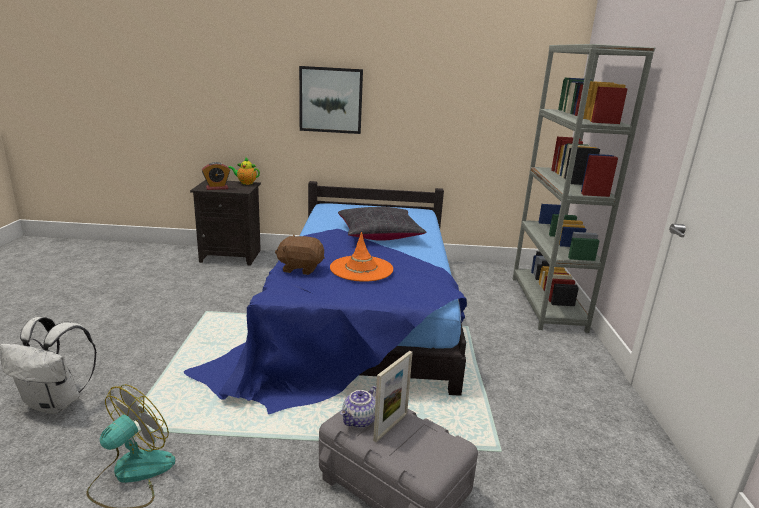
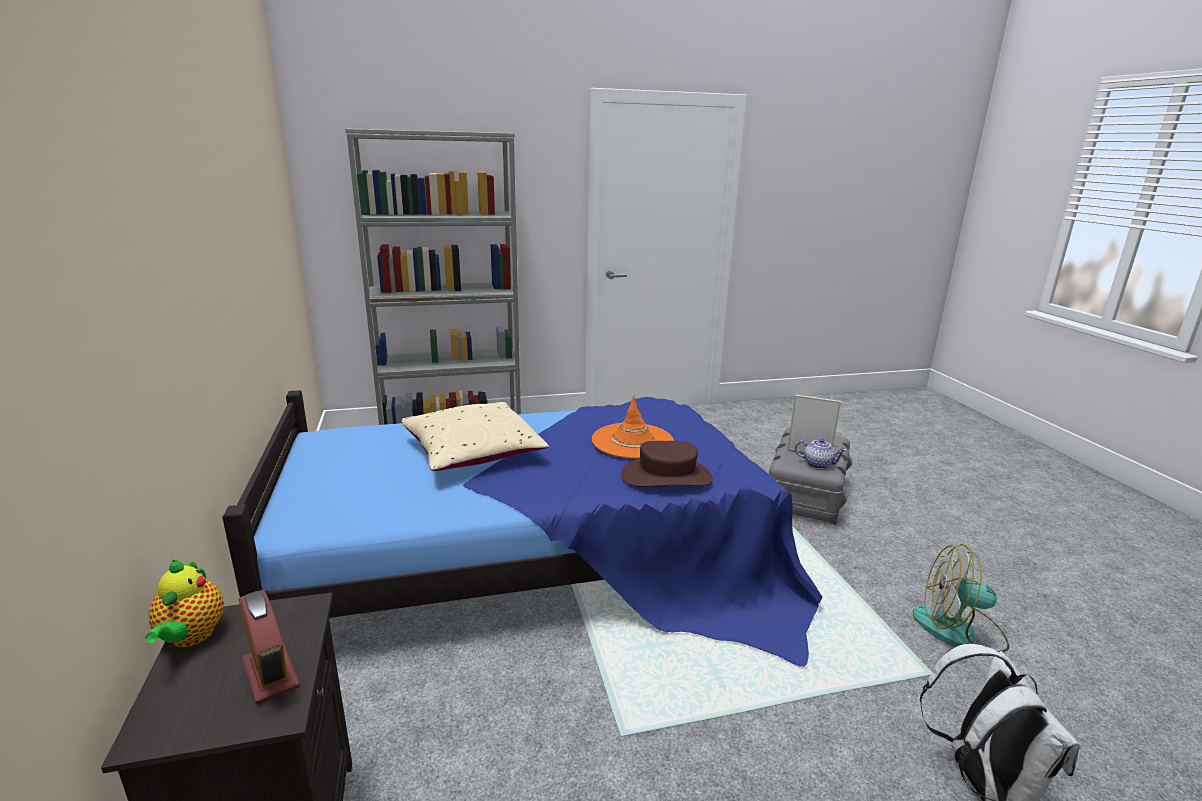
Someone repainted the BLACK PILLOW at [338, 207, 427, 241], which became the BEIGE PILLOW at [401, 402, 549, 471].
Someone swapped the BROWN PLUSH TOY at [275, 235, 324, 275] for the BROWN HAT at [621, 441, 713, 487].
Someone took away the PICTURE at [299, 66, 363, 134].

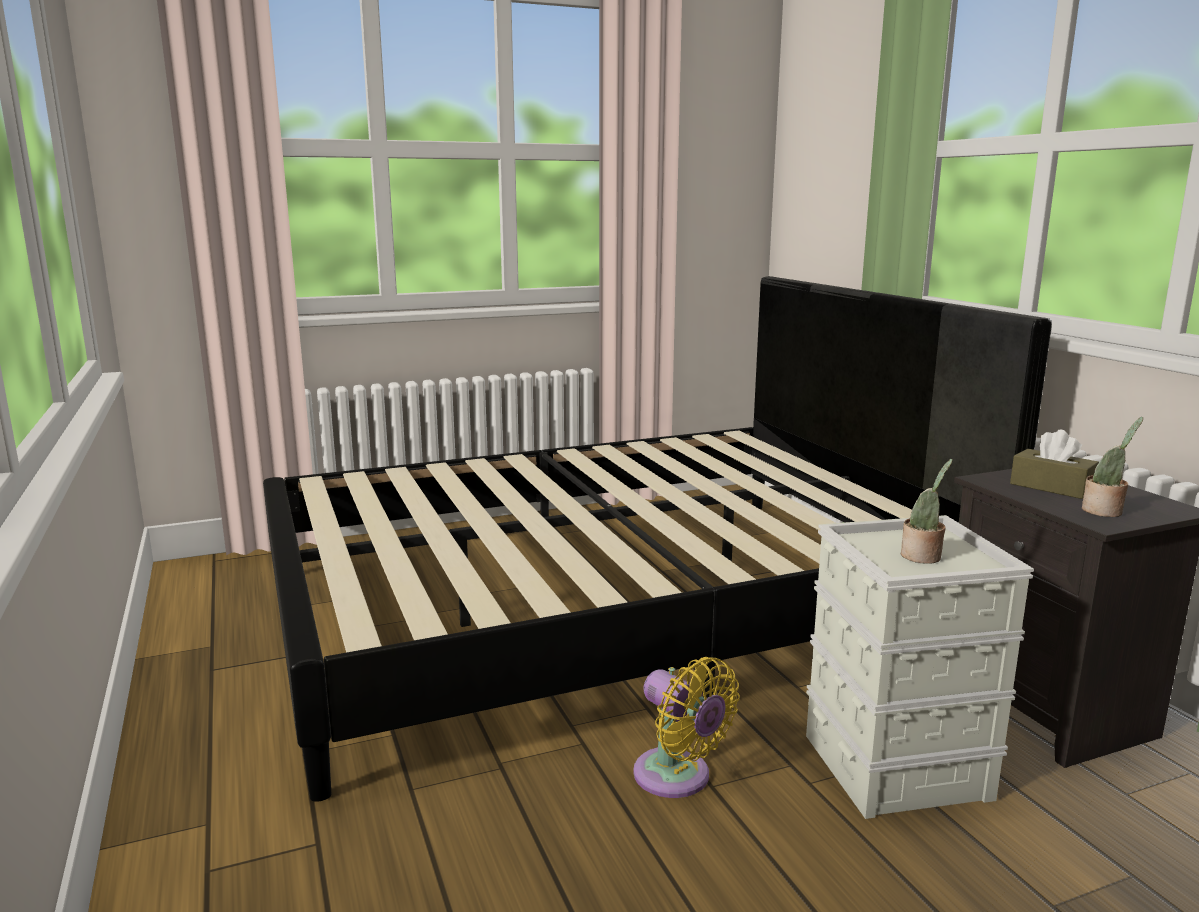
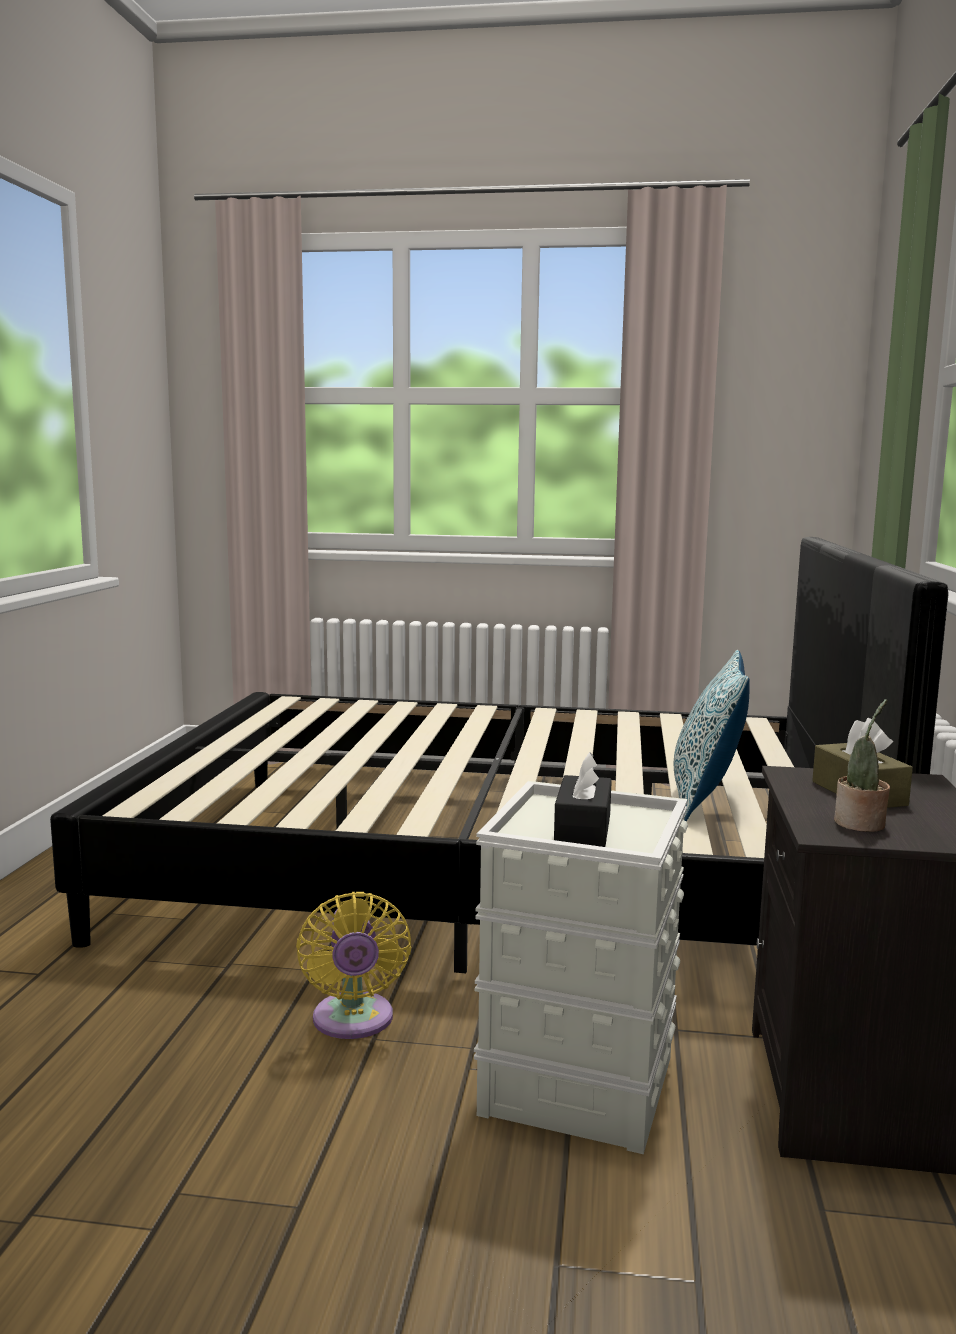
Someone swapped the POTTED PLANT at [901, 459, 953, 564] for the BLACK TISSUE BOX at [554, 752, 612, 847].
Someone put down the PILLOW at [674, 650, 750, 822].

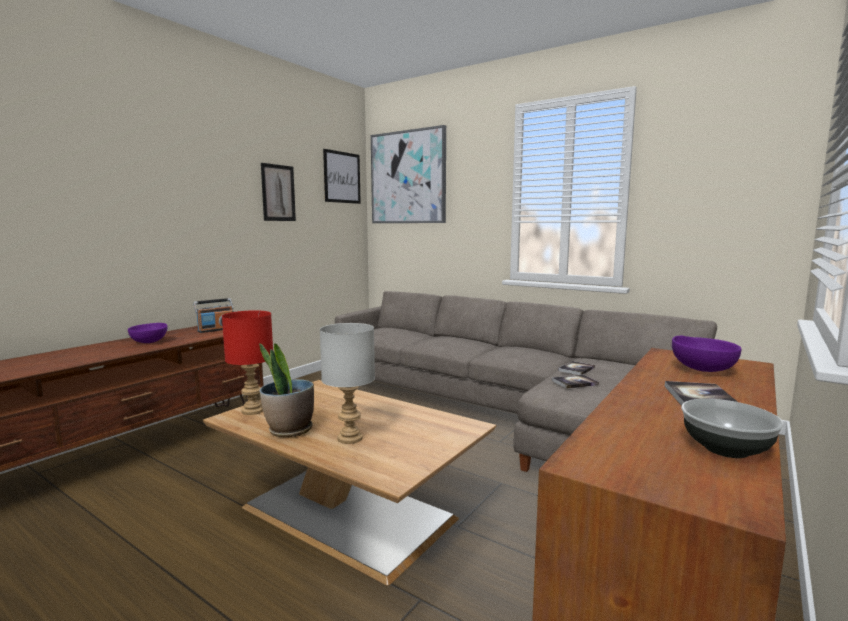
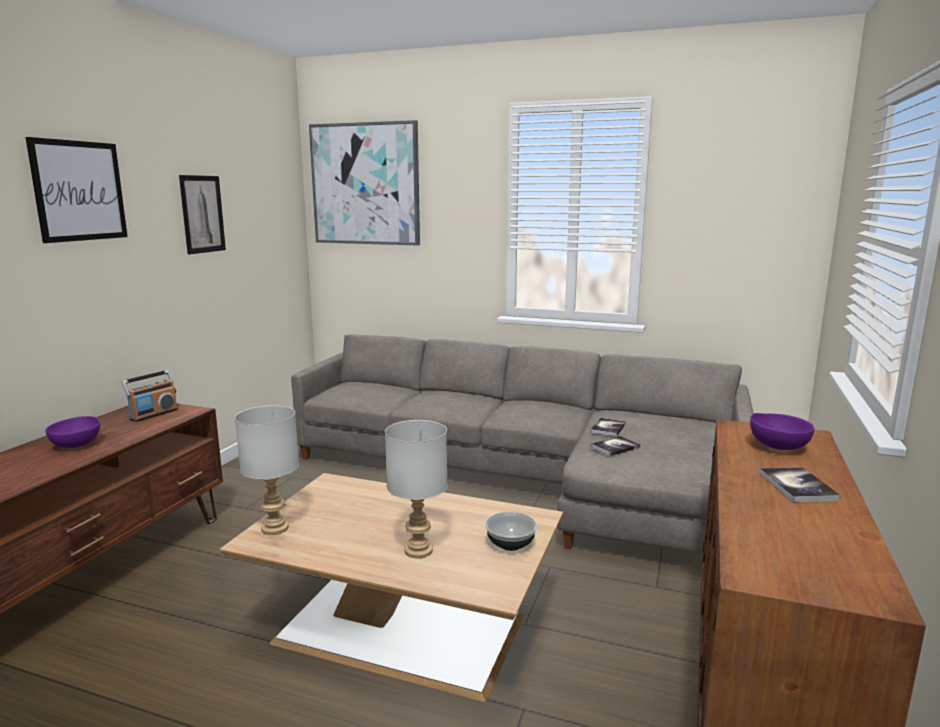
Someone carried the PICTURE from [323, 149, 361, 204] to [26, 137, 128, 243].
Someone repainted the RED TABLE LAMP at [222, 310, 273, 415], which became the GREY TABLE LAMP at [235, 405, 299, 535].
Someone carried the BOWL from [681, 399, 784, 458] to [485, 512, 537, 551].
Someone took away the POTTED PLANT at [259, 343, 314, 438].

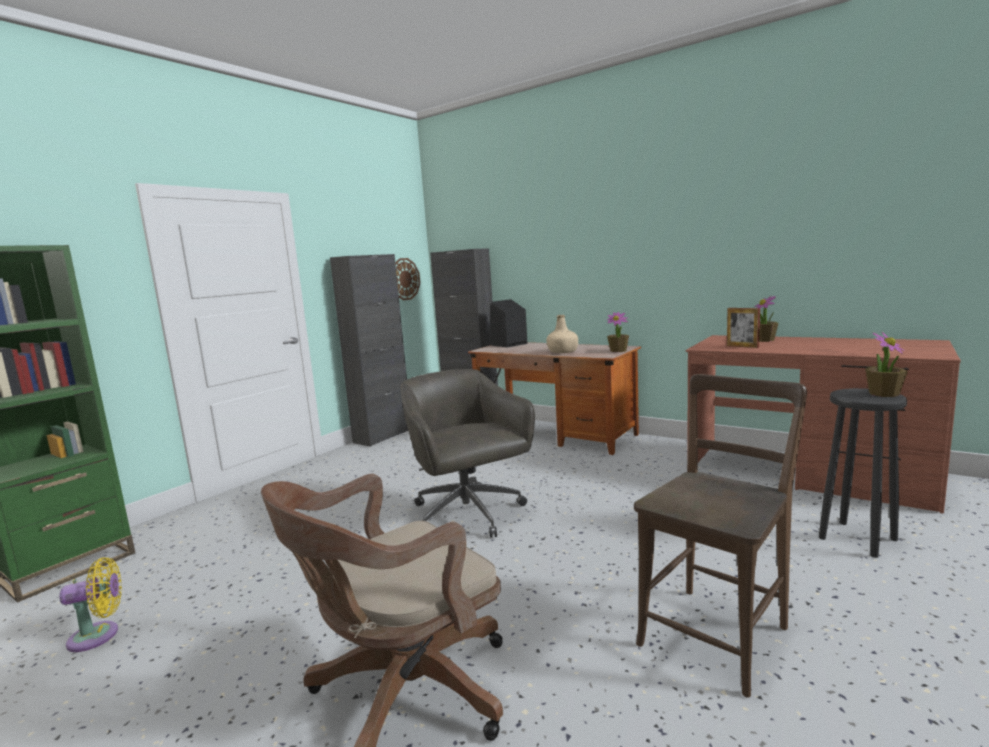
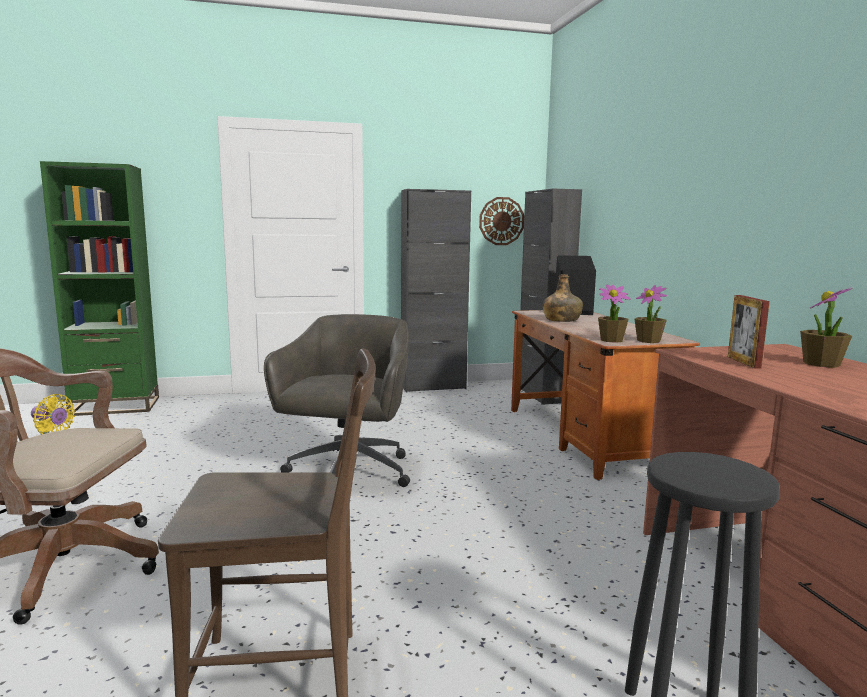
Someone put down the GREEN BOTTLE at [543, 274, 583, 322].
Someone carried the POTTED PLANT from [865, 332, 908, 397] to [598, 284, 631, 343].
Someone took away the BEIGE BOTTLE at [546, 315, 578, 353].

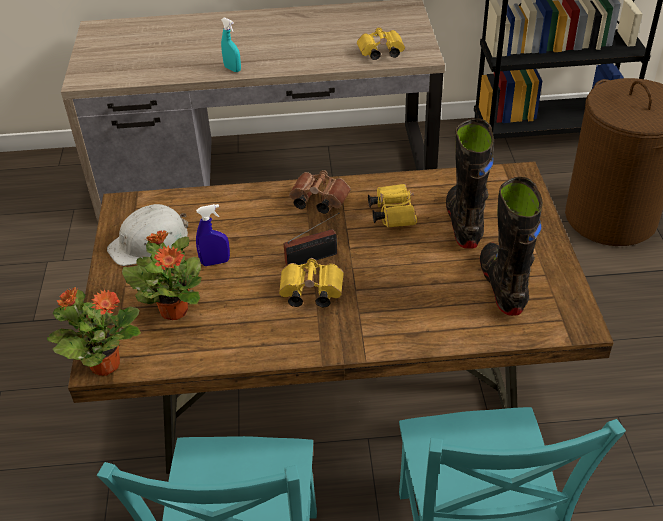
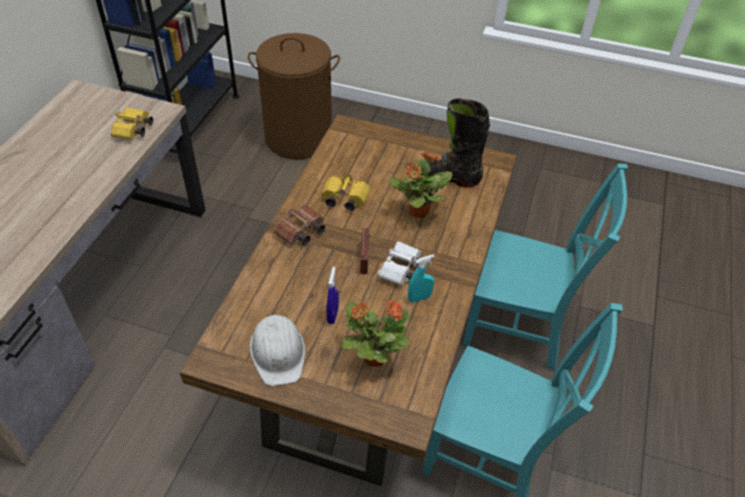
Someone repainted the YELLOW BINOCULARS at [279, 258, 344, 307], which became the WHITE BINOCULARS at [378, 241, 421, 285].
Someone carried the POTTED PLANT from [47, 287, 141, 376] to [389, 151, 452, 218].
Someone carried the TURQUOISE SPRAY BOTTLE from [221, 17, 241, 72] to [408, 254, 435, 303].
Someone took away the BLACK BOOT at [446, 118, 494, 249].

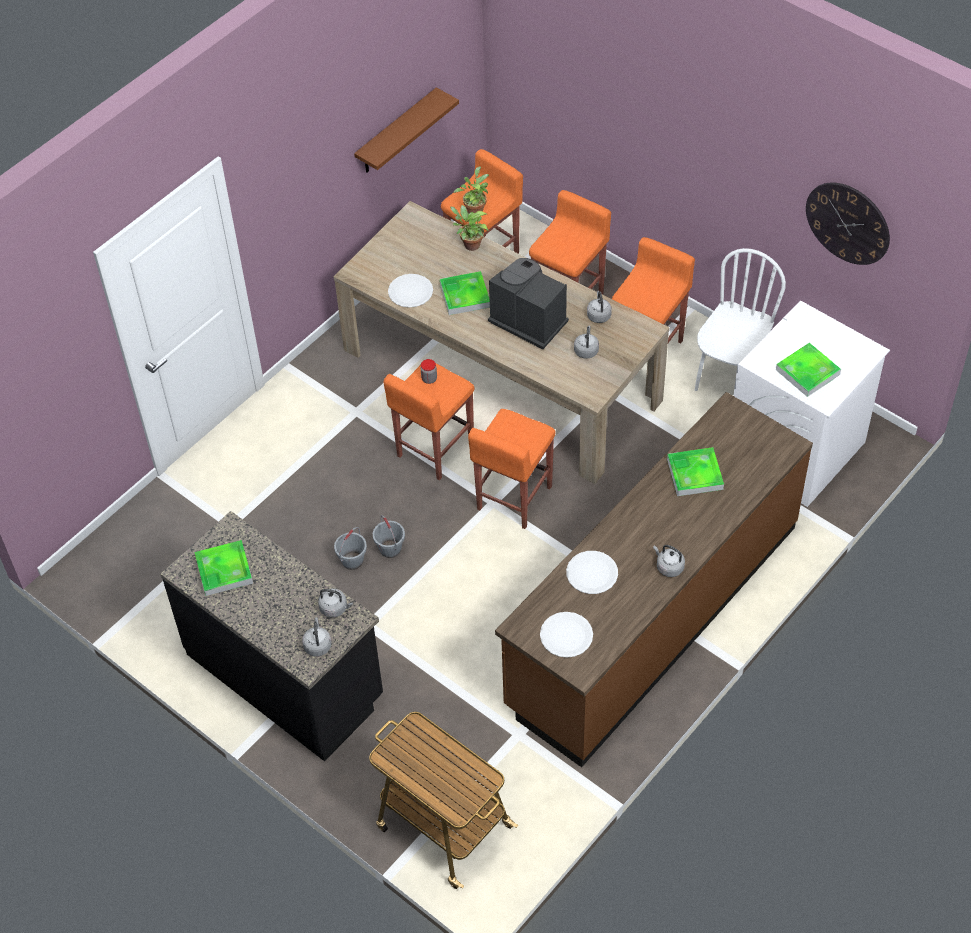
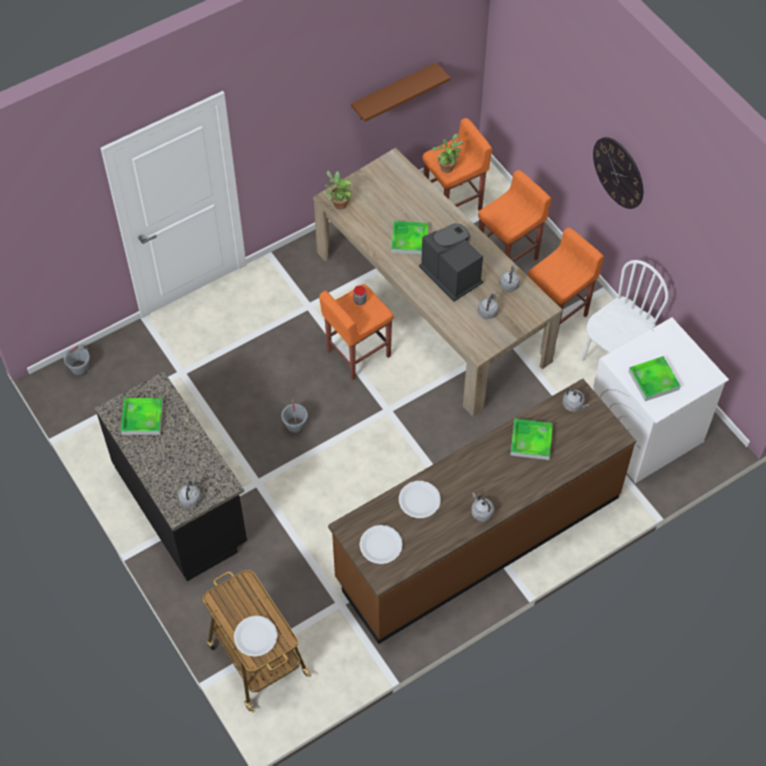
Someone carried the GREY BUCKET from [334, 527, 367, 570] to [64, 345, 90, 376].
Someone carried the WHITE PLATE from [388, 274, 433, 308] to [234, 616, 278, 657].
Someone carried the POTTED PLANT from [450, 205, 489, 251] to [324, 170, 353, 210].
Someone carried the GREY KETTLE from [318, 589, 353, 618] to [562, 389, 589, 412].
Someone carried the WALL CLOCK from [806, 182, 890, 265] to [593, 137, 643, 209].
Someone took away the ORANGE STOOL at [468, 409, 556, 529].

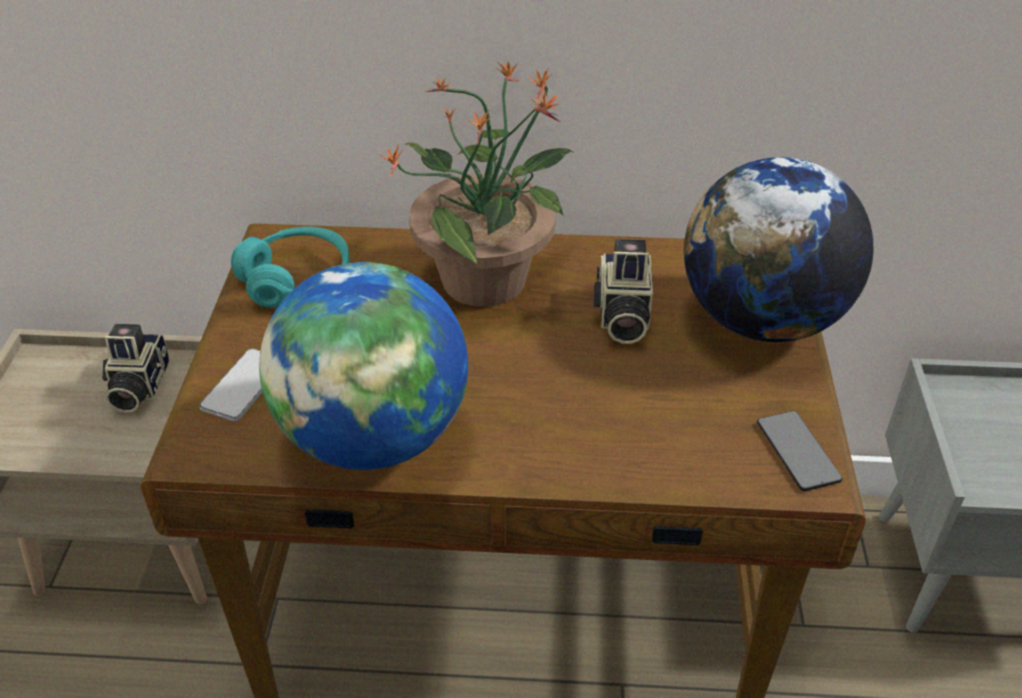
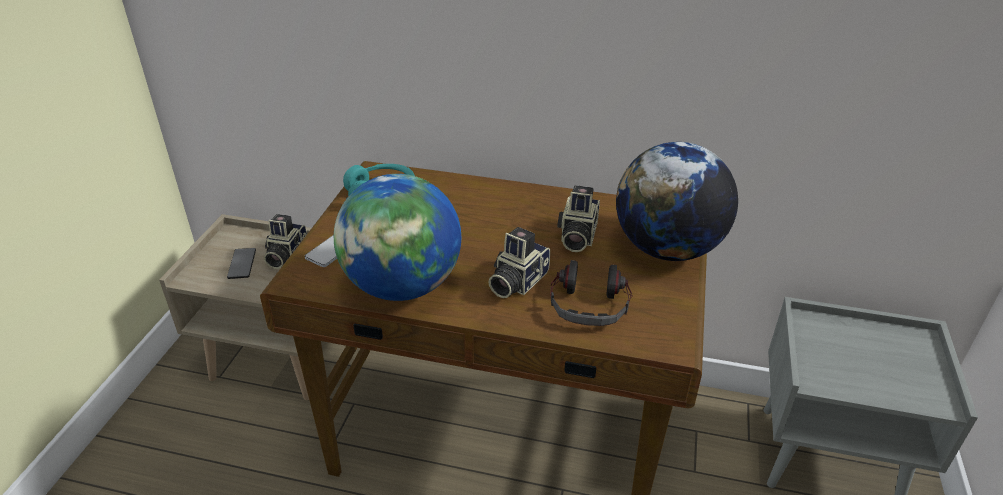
Someone carried the PHONE from [757, 411, 842, 491] to [227, 248, 256, 279].
Someone put down the PHOTO CAMERA at [488, 227, 550, 298].
Someone put down the HEADPHONES at [550, 260, 633, 326].
Someone took away the POTTED PLANT at [378, 61, 575, 307].

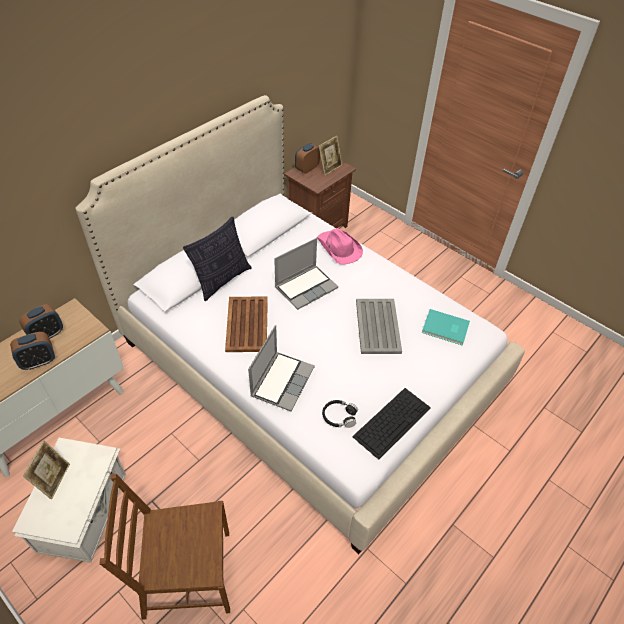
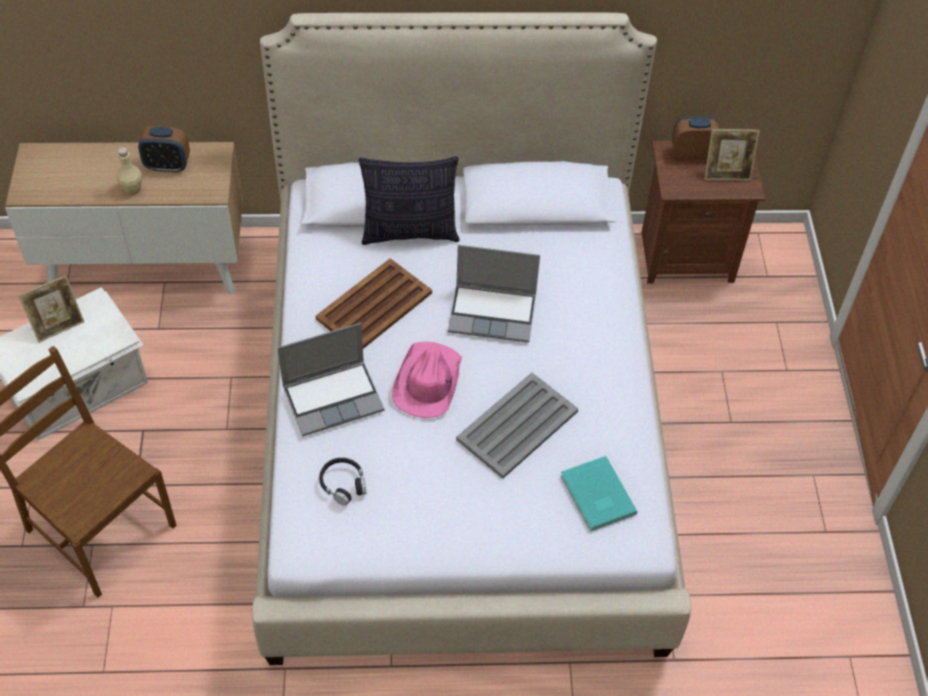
Someone swapped the ALARM CLOCK at [10, 332, 55, 370] for the BEIGE BOTTLE at [116, 147, 142, 195].
Someone carried the PINK HAT from [317, 228, 363, 265] to [392, 341, 462, 418].
Someone took away the KEYBOARD at [352, 388, 431, 460].

